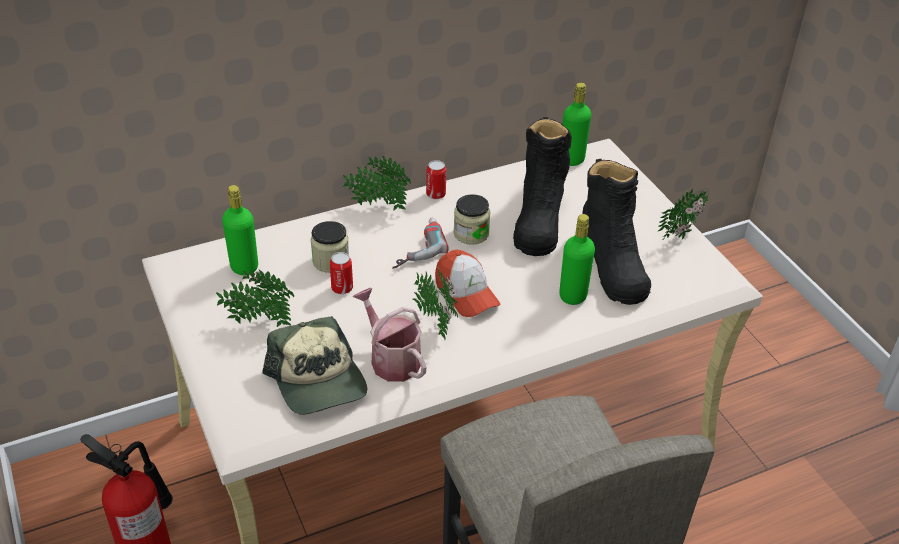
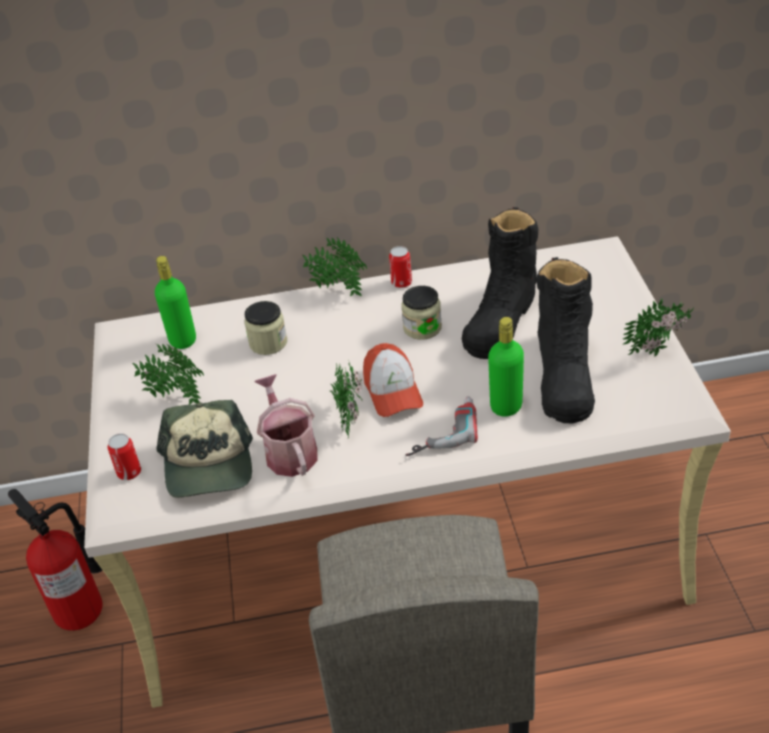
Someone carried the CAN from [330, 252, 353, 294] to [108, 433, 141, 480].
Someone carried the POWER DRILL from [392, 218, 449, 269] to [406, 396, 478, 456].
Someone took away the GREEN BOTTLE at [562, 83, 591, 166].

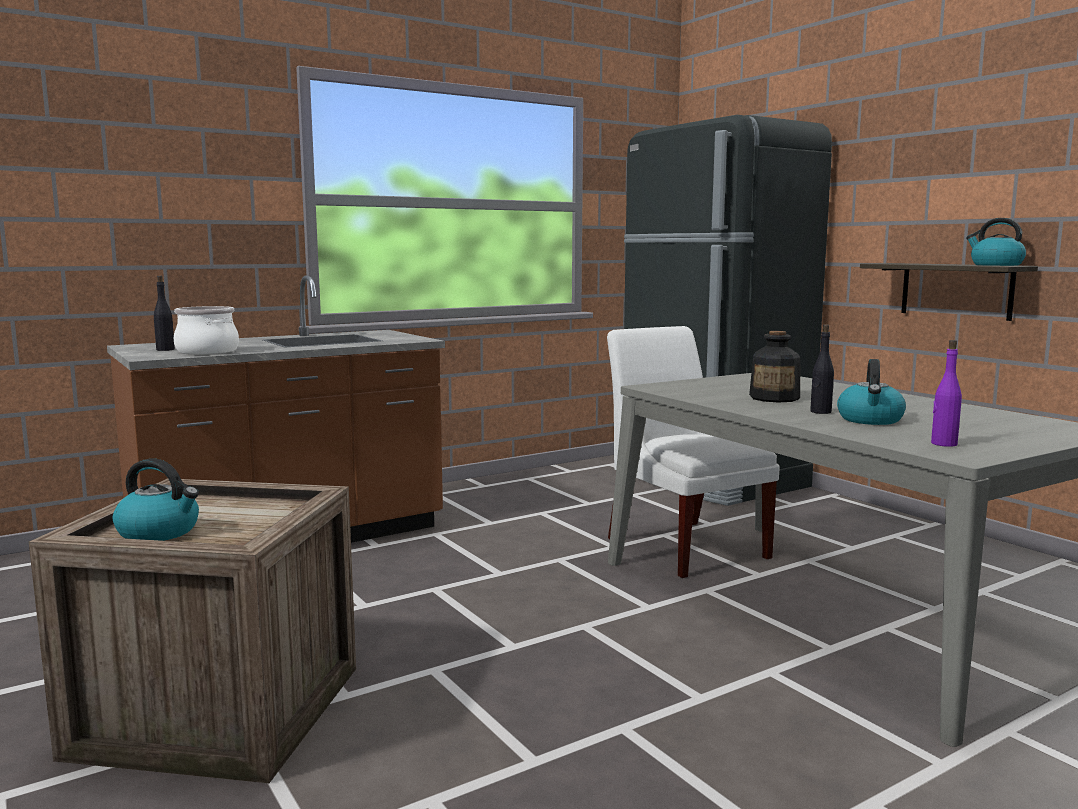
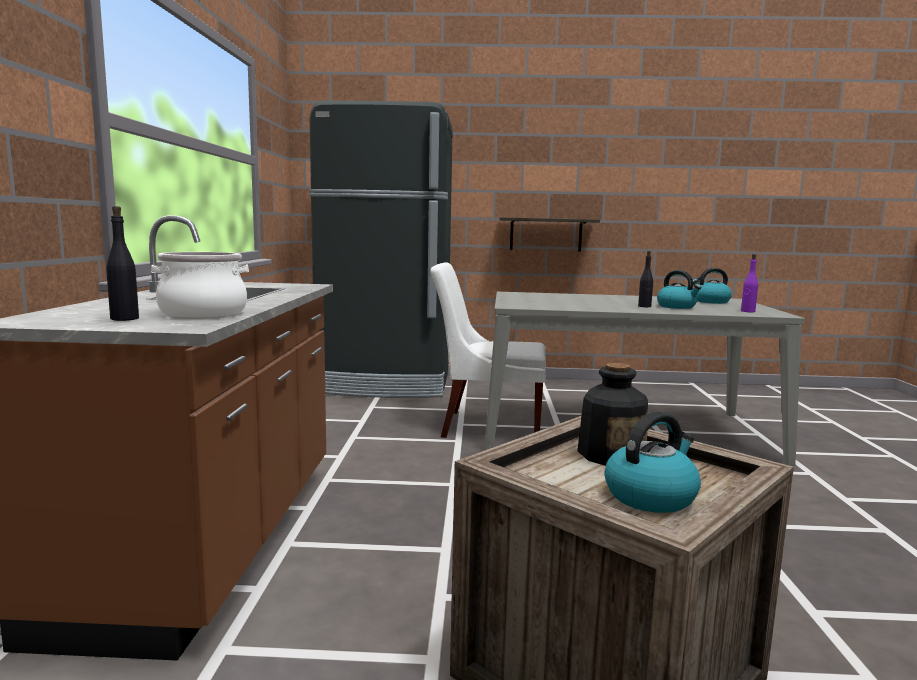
Someone carried the BOTTLE from [749, 331, 800, 402] to [577, 363, 648, 466].
Someone carried the KETTLE from [966, 218, 1026, 266] to [693, 268, 732, 304].

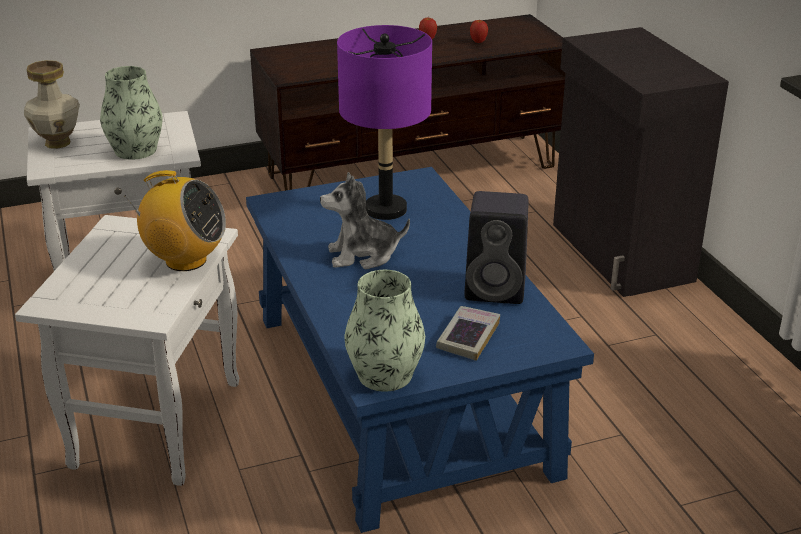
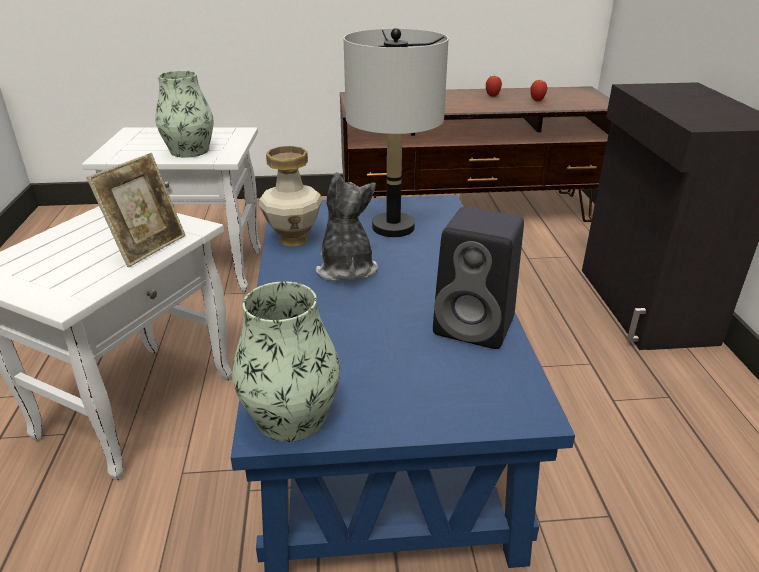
Someone swapped the RADIO at [125, 170, 226, 271] for the PICTURE FRAME at [86, 153, 186, 267].
Someone carried the VASE from [24, 60, 80, 149] to [259, 146, 322, 247].
Someone rotated the PLUSH TOY at [320, 172, 410, 269] by 75 degrees clockwise.
Someone repainted the PURPLE TABLE LAMP at [337, 25, 432, 220], which became the GREY TABLE LAMP at [344, 28, 449, 237].
Someone took away the BOOK at [436, 306, 500, 361].

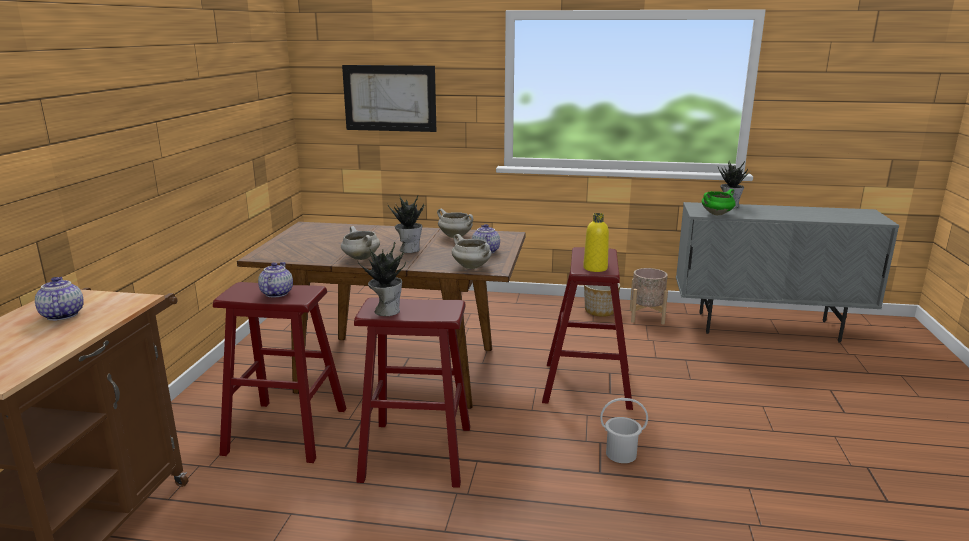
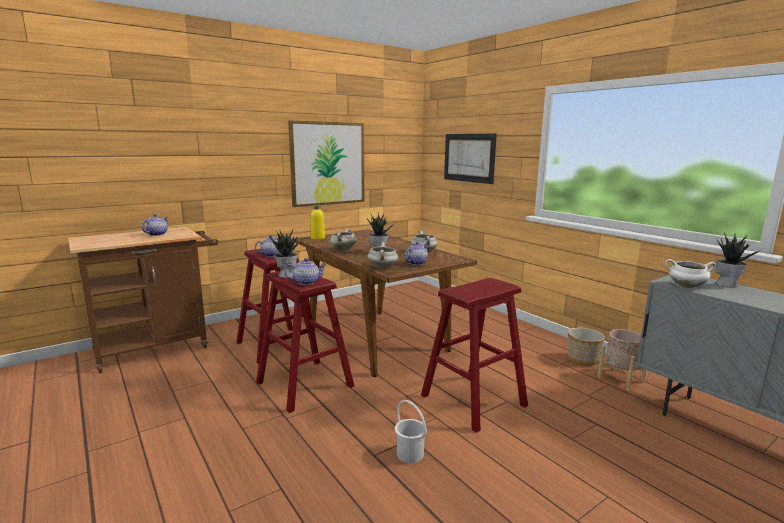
Someone put down the TEAPOT at [284, 258, 327, 285].
Someone put up the PICTURE at [288, 120, 364, 207].
Someone carried the YELLOW BOTTLE from [583, 213, 609, 272] to [311, 205, 325, 240].
Someone repainted the GREEN COOKING POT at [702, 189, 736, 215], which became the WHITE COOKING POT at [666, 259, 716, 288].

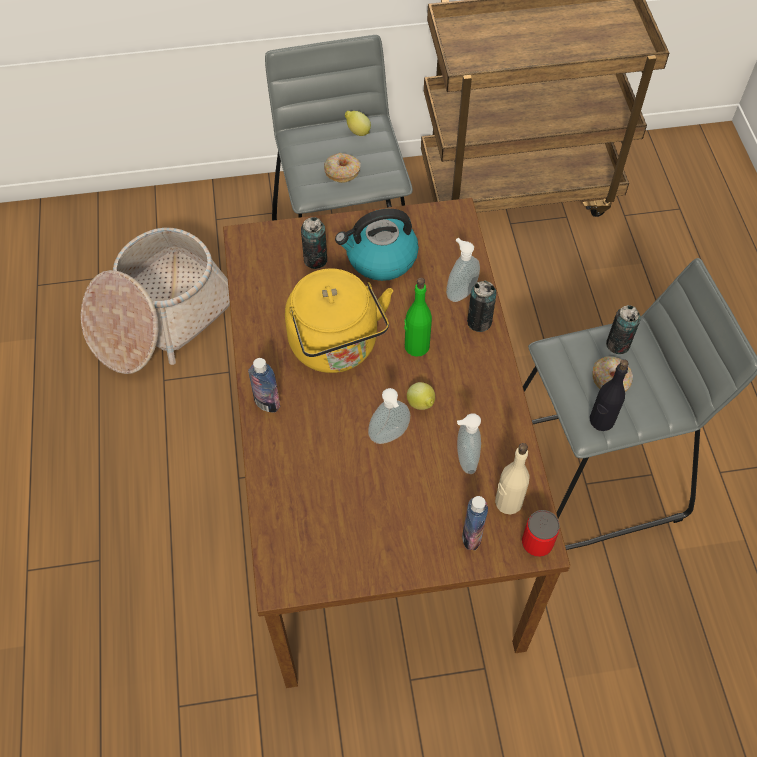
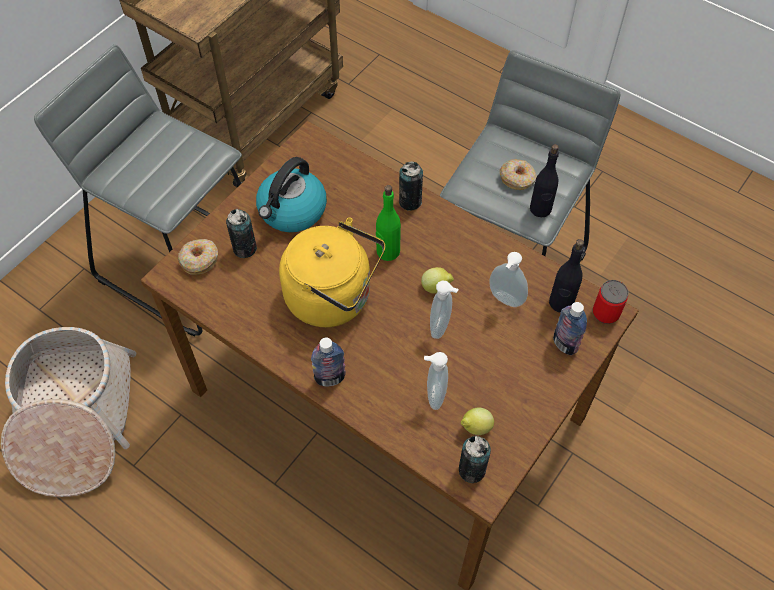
Someone carried the DONUT from [324, 153, 361, 183] to [178, 239, 218, 275].
Someone carried the SOAP DISPENSER from [446, 238, 480, 302] to [424, 352, 448, 410].
Someone carried the CAN from [606, 305, 641, 354] to [459, 435, 491, 483].
Someone carried the LEMON from [345, 111, 371, 136] to [461, 407, 494, 435].
Someone repainted the BEIGE BOTTLE at [495, 443, 530, 514], which became the BLACK BOTTLE at [549, 239, 584, 313].

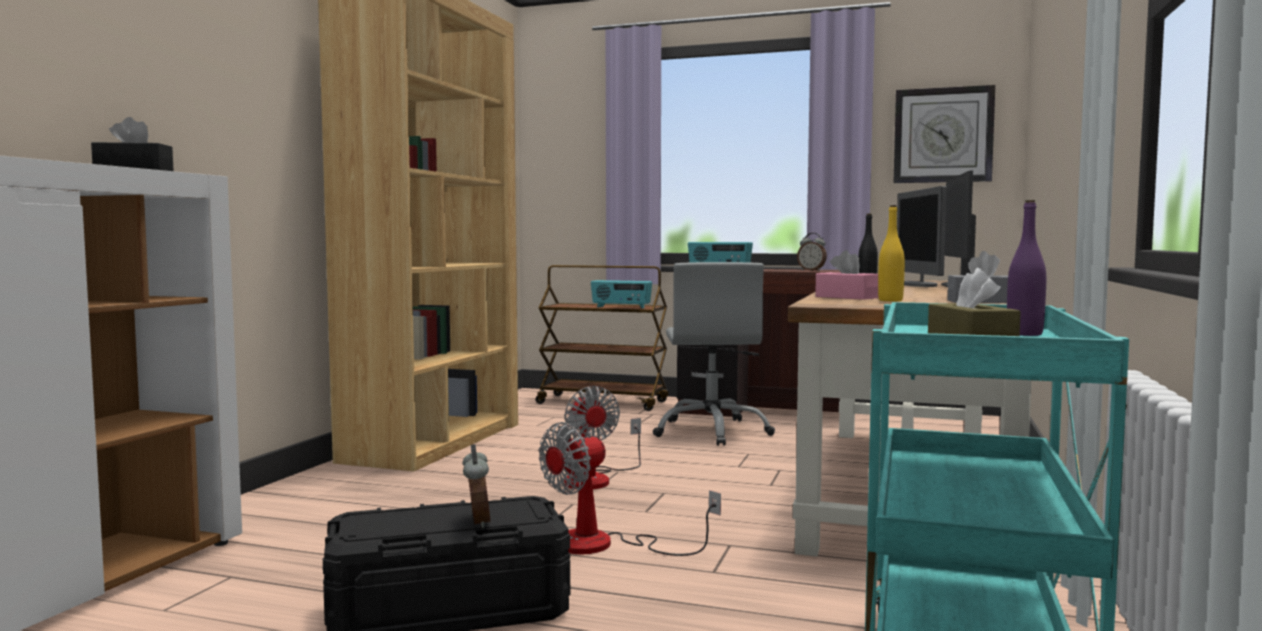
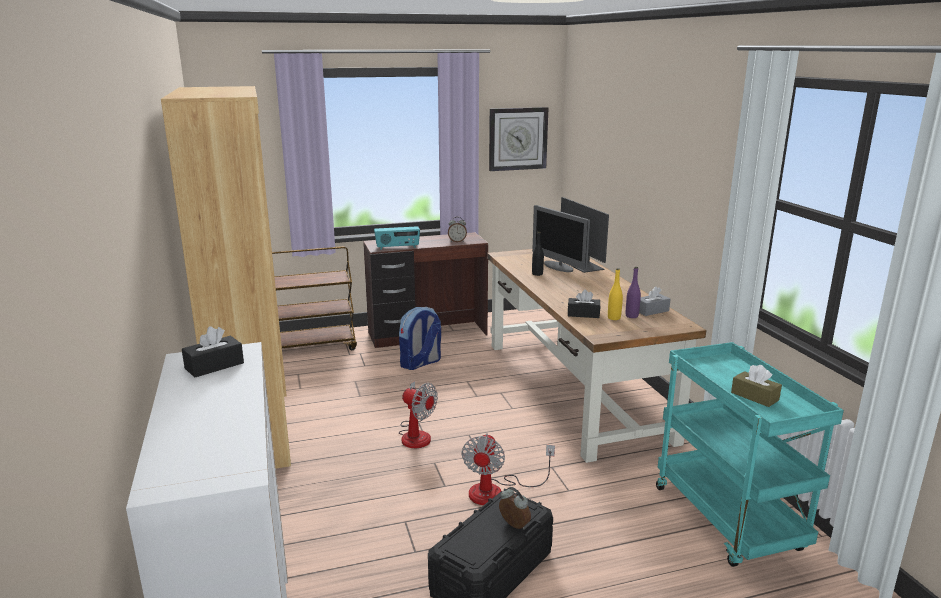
Someone swapped the GREY OFFICE CHAIR at [653, 262, 775, 446] for the BACKPACK at [399, 307, 441, 370].
Someone repainted the PINK TISSUE BOX at [815, 250, 879, 300], which became the BLACK TISSUE BOX at [568, 290, 600, 318].
Someone carried the PURPLE BOTTLE from [1007, 200, 1046, 336] to [626, 267, 641, 318].
Someone took away the RADIO at [591, 280, 652, 308].

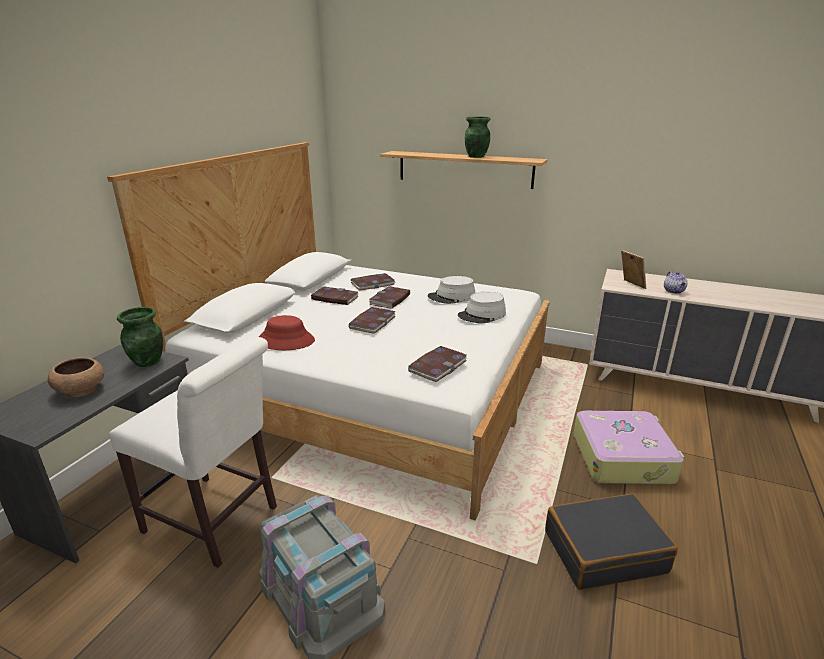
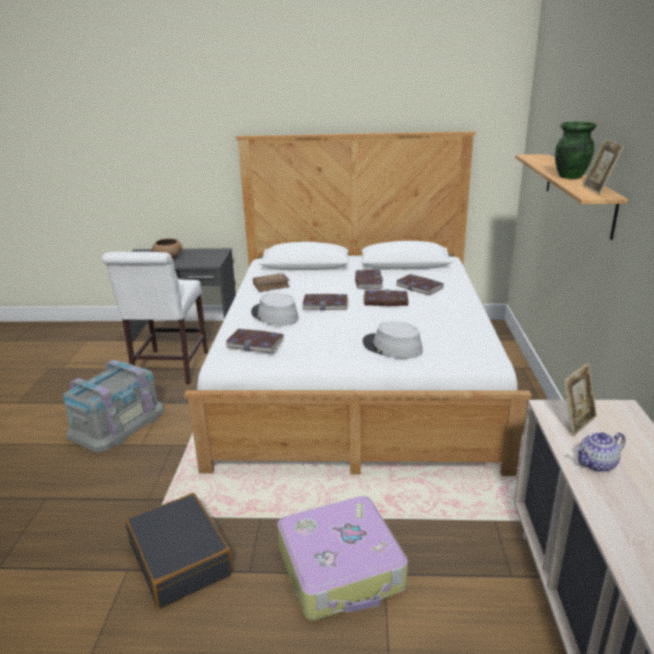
Someone carried the GREY HAT from [428, 276, 475, 304] to [251, 293, 299, 326].
Someone swapped the RED HAT at [259, 315, 315, 350] for the BROWN BOOK at [253, 273, 290, 292].
Someone put down the PICTURE FRAME at [583, 139, 625, 195].
Someone took away the GREEN VASE at [117, 307, 163, 367].

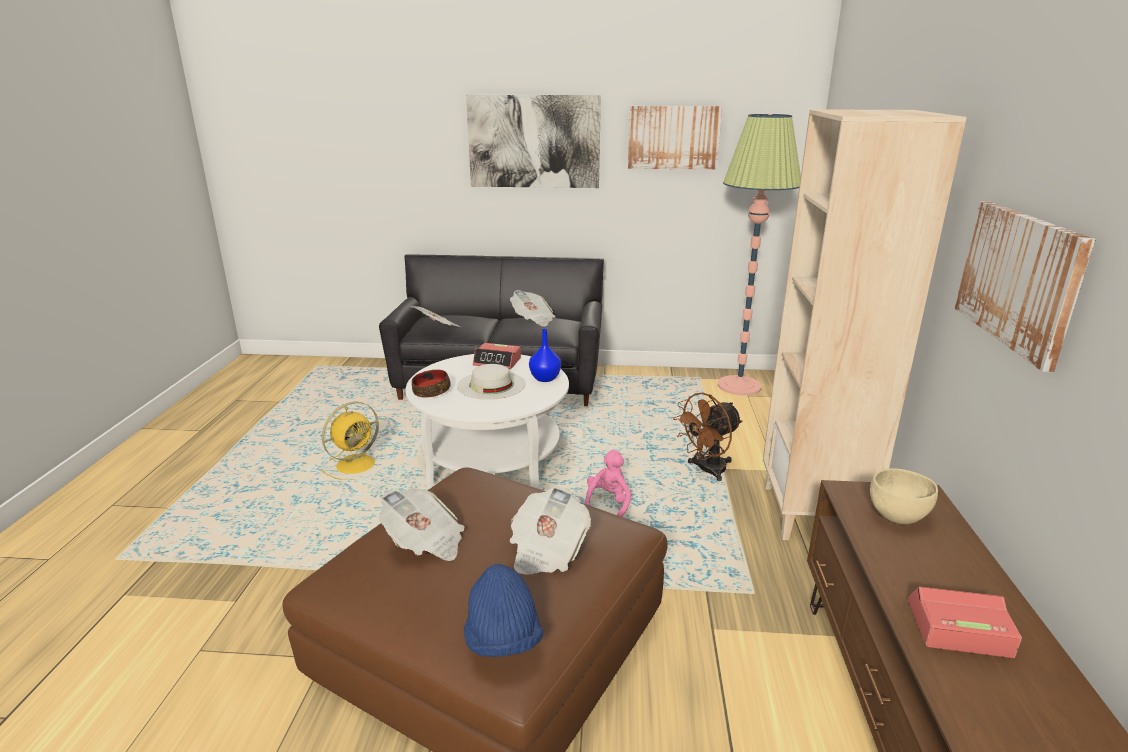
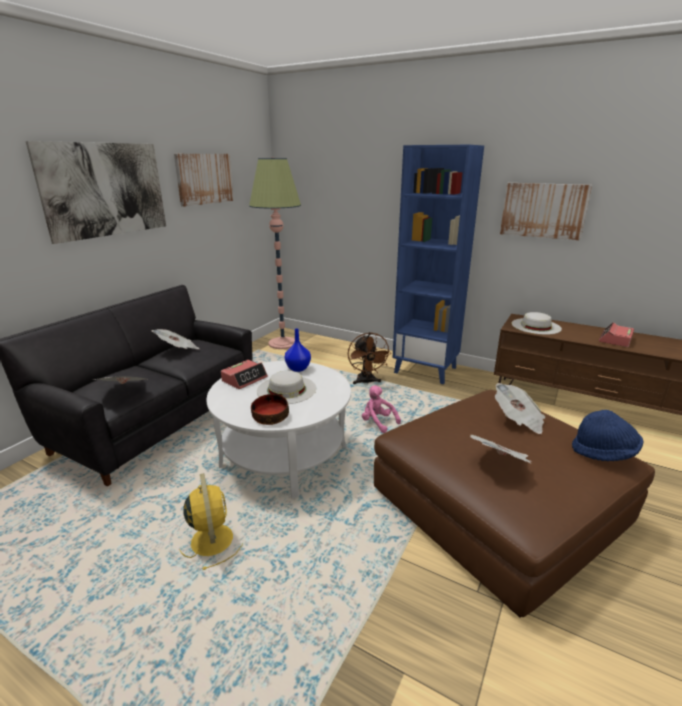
Someone repainted the BEIGE BOOKCASE at [763, 109, 967, 540], which became the BLUE BOOKCASE at [392, 145, 484, 385].
Someone swapped the BEIGE BOWL at [870, 468, 938, 525] for the WHITE HAT at [512, 312, 562, 335].

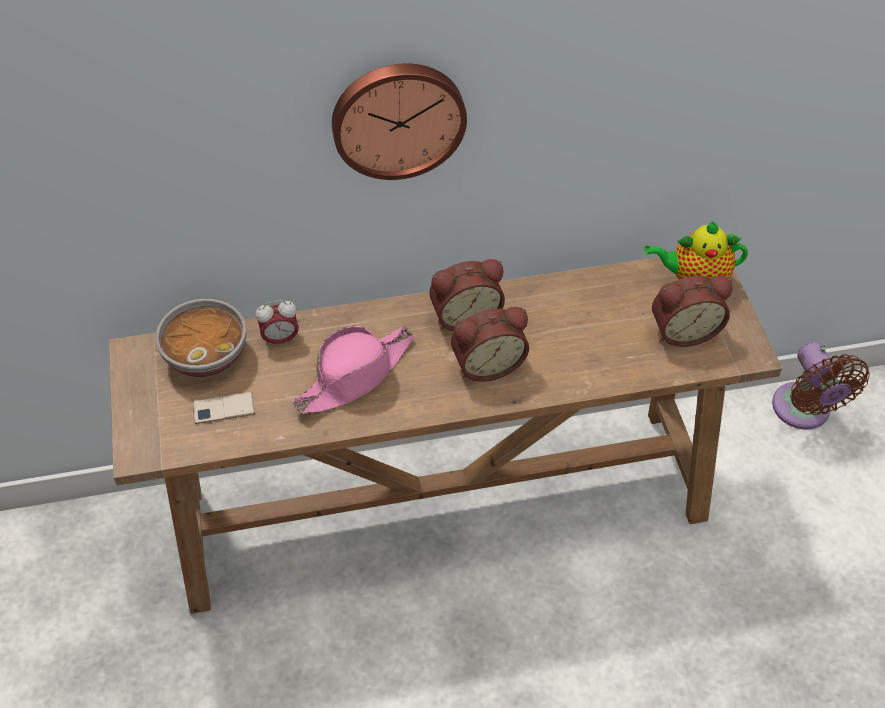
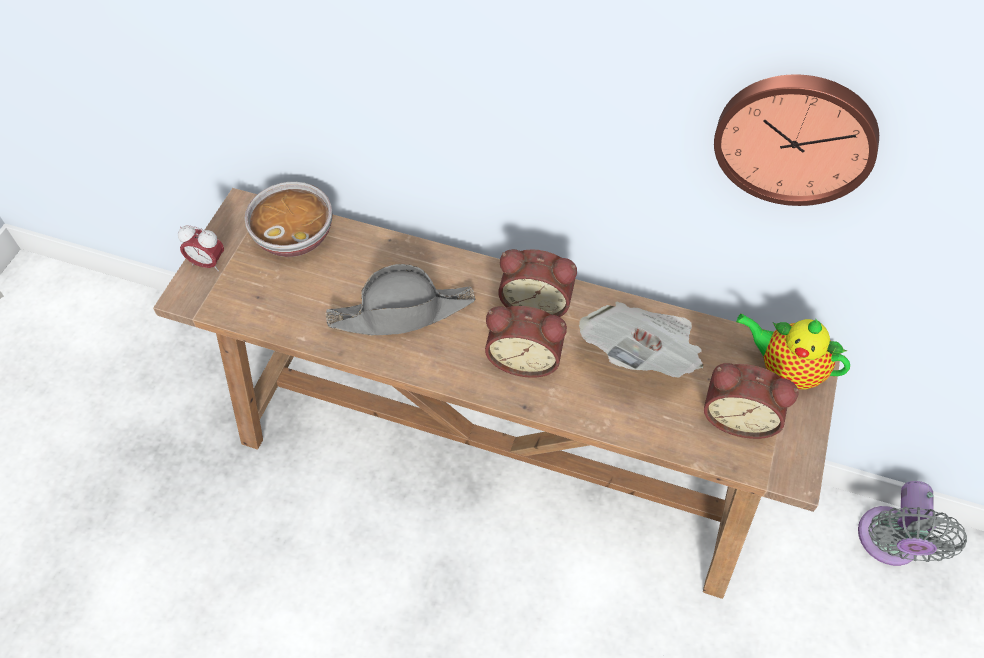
Someone carried the ALARM CLOCK from [256, 300, 299, 347] to [178, 225, 224, 271].
Someone repainted the PINK HAT at [292, 326, 414, 414], which became the GREY HAT at [326, 264, 476, 336].
Someone put down the NEWSPAPER at [579, 302, 703, 377].
Someone carried the WALL CLOCK from [332, 63, 467, 180] to [714, 74, 879, 206].
Someone repainted the BROWN FAN at [772, 342, 870, 429], which became the GREY FAN at [858, 481, 967, 566].
Someone took away the PHONE at [193, 392, 255, 424].

